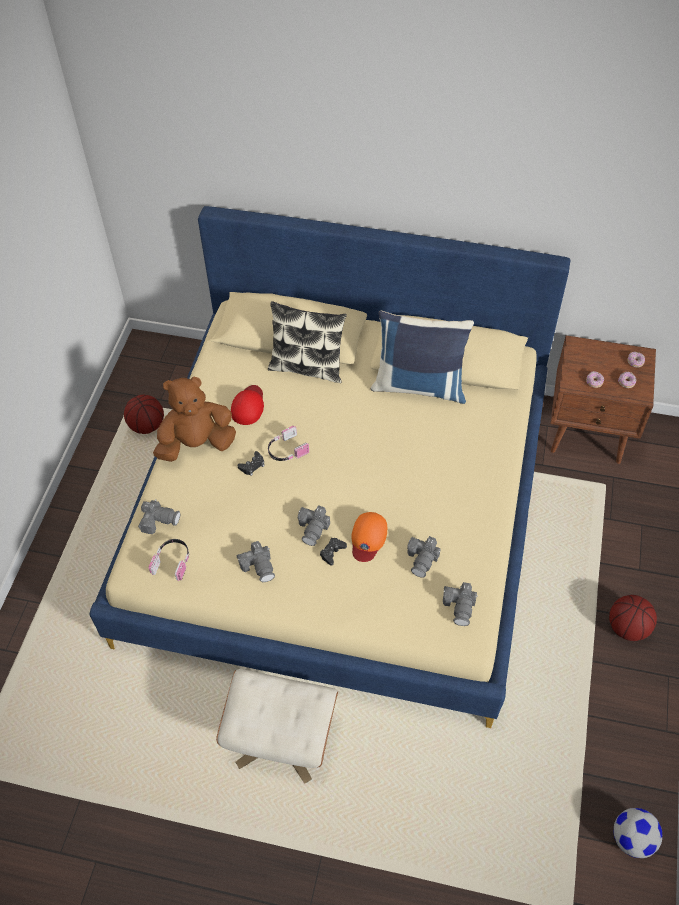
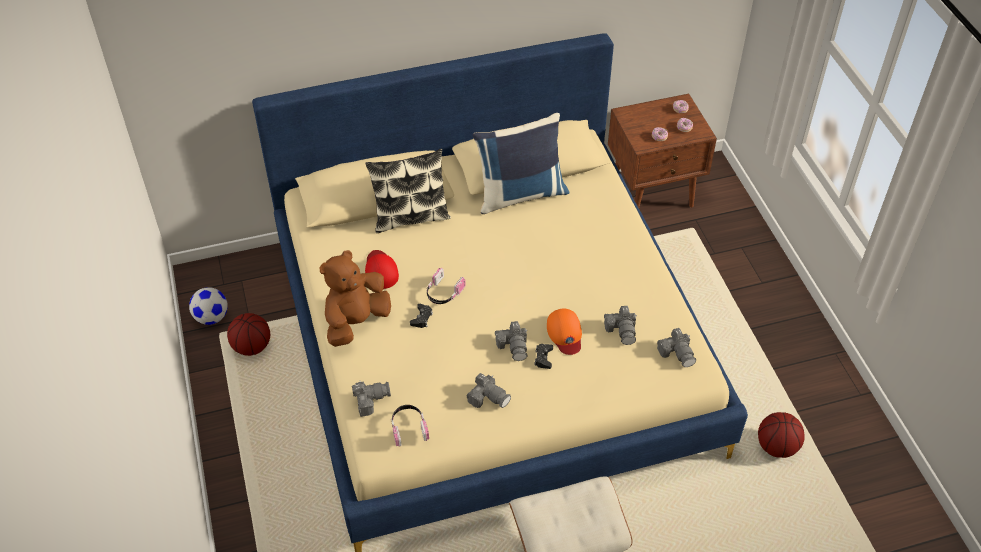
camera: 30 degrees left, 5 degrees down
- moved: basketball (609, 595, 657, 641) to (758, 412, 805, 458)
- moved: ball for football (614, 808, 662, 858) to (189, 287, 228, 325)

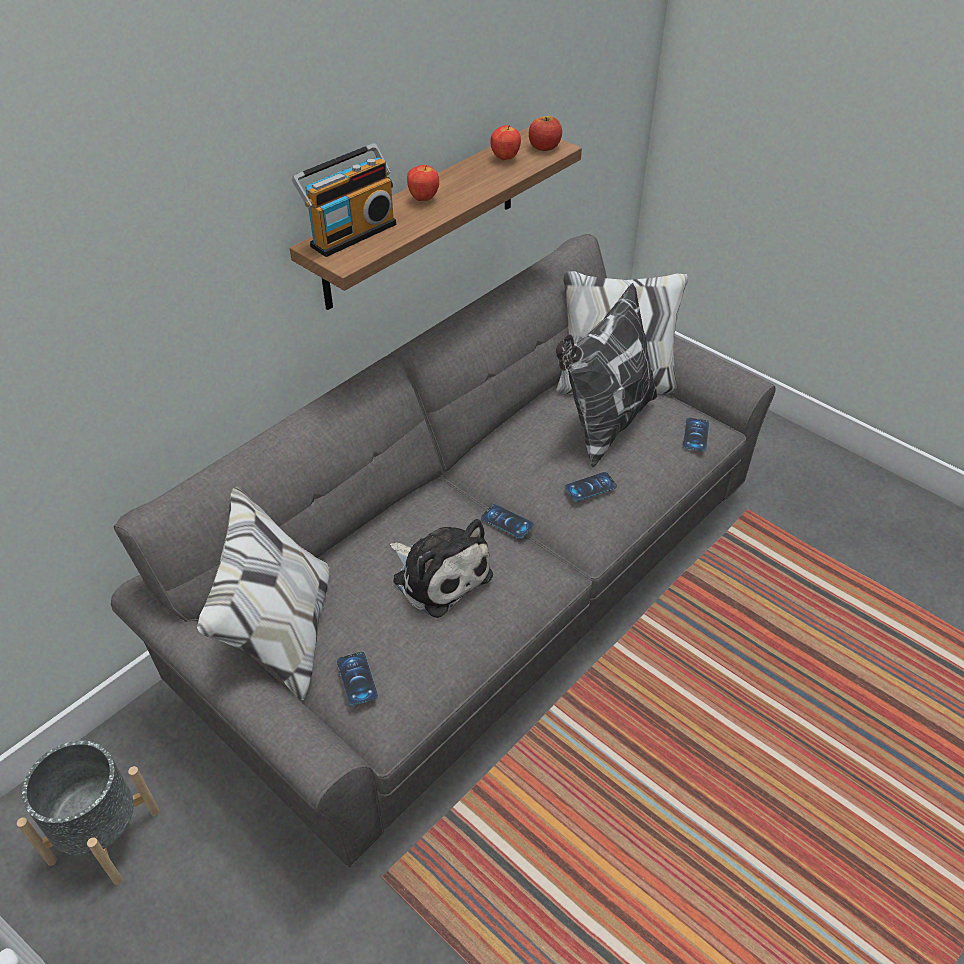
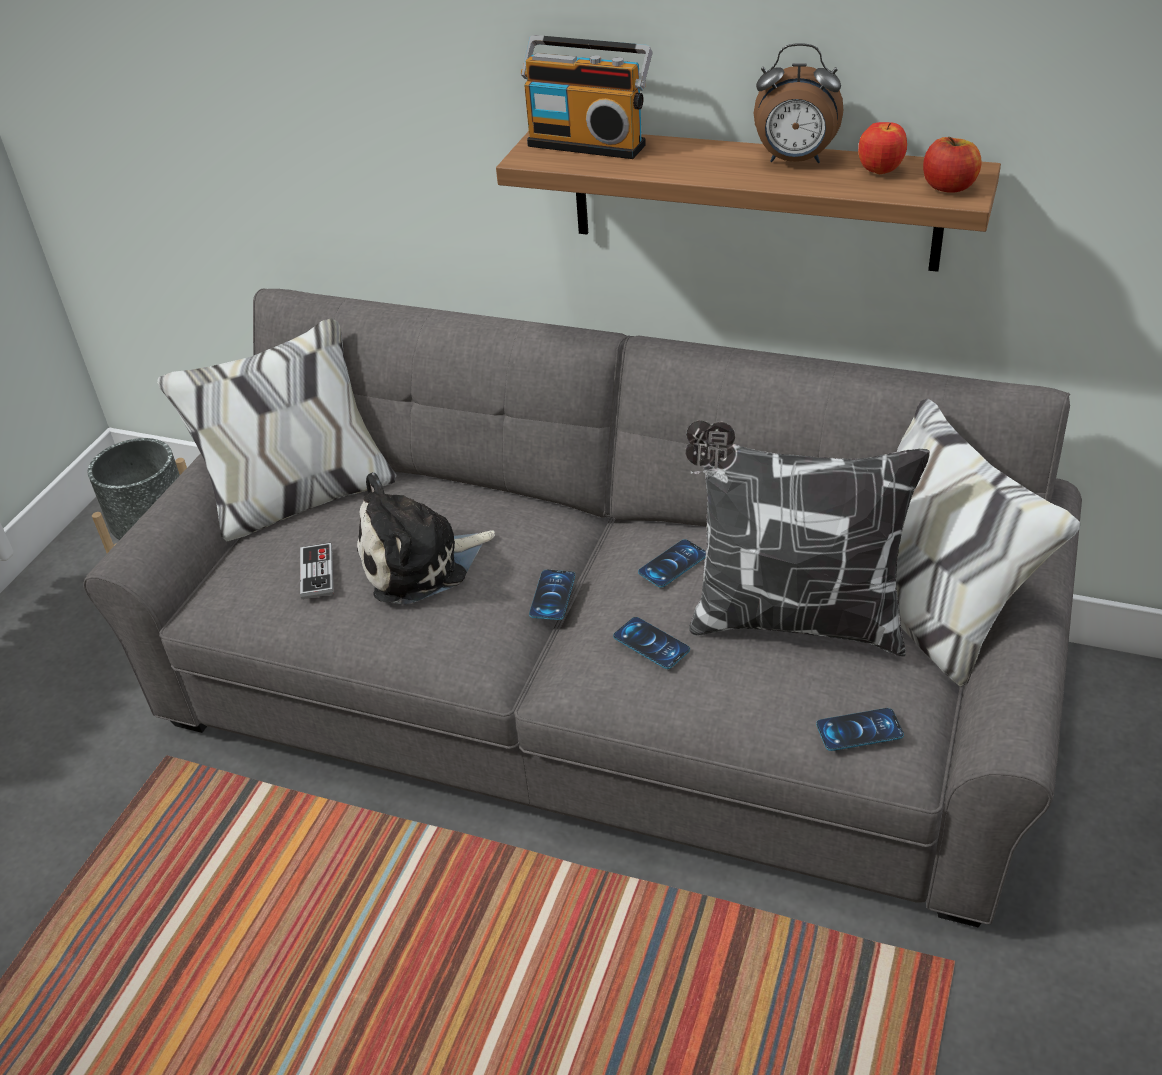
camera: 70 degrees right, 5 degrees down
- removed: apple fruit (407, 165, 439, 201)
- added: game controller (300, 543, 334, 599)
- added: alarm clock (754, 43, 843, 163)
- moved: handset (337, 652, 378, 706) to (638, 539, 706, 588)
- turned: soft toy (390, 519, 493, 618) = (357, 472, 495, 605) 45 degrees clockwise

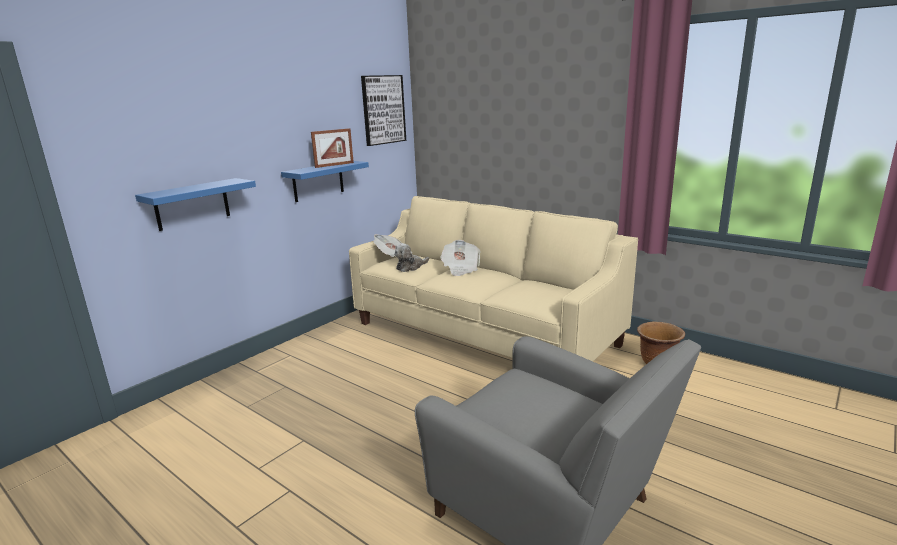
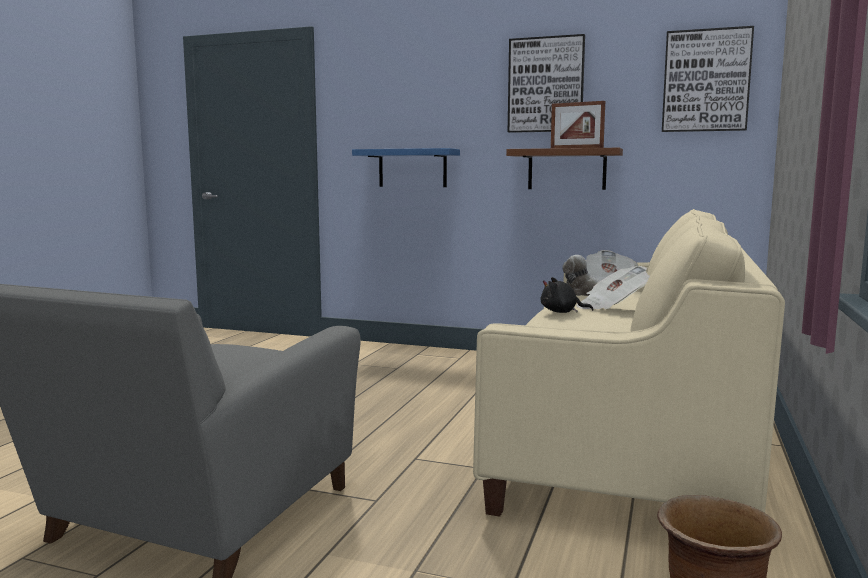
camera: 70 degrees right, 10 degrees down
- added: wall art (508, 34, 585, 133)
- added: blackish soft toy (541, 277, 593, 313)
- recoloured: bluish shelf (281, 161, 369, 202) to brown shelf (506, 148, 623, 190)

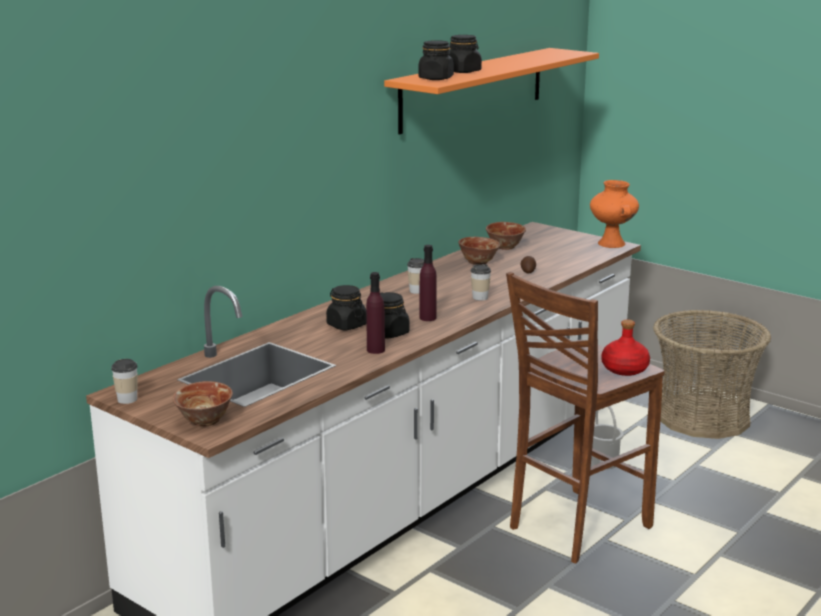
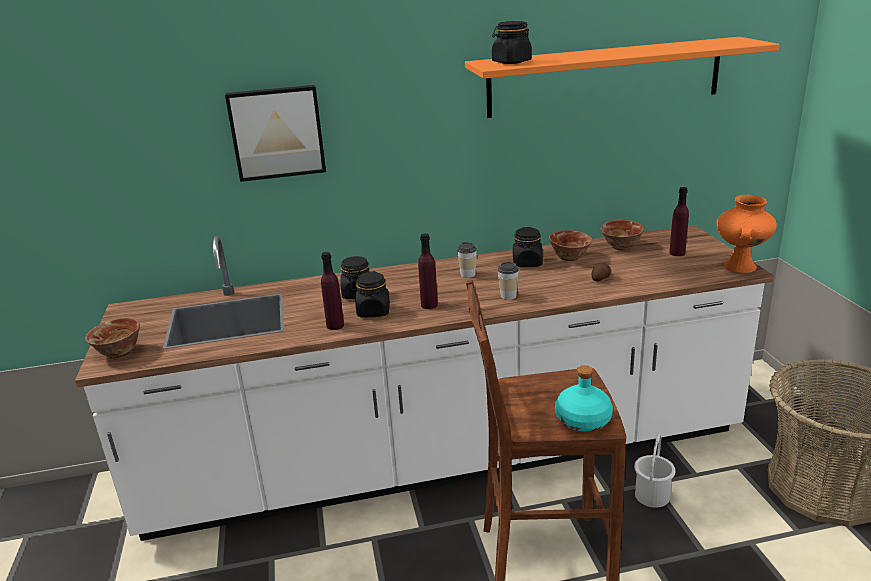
camera: 40 degrees right, 5 degrees up
- removed: drinking cup (111, 359, 138, 404)
- added: wall art (225, 85, 326, 182)
- added: purplish beverage bottle (669, 187, 689, 256)
- moved: blackish jar (449, 35, 482, 73) to (513, 227, 543, 267)
- recoloured: red beverage bottle (602, 320, 650, 376) to blue-green beverage bottle (555, 365, 613, 432)

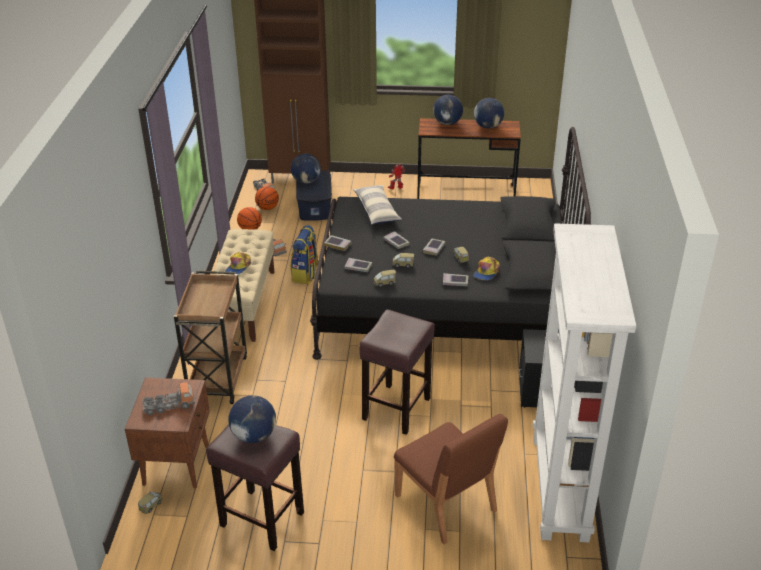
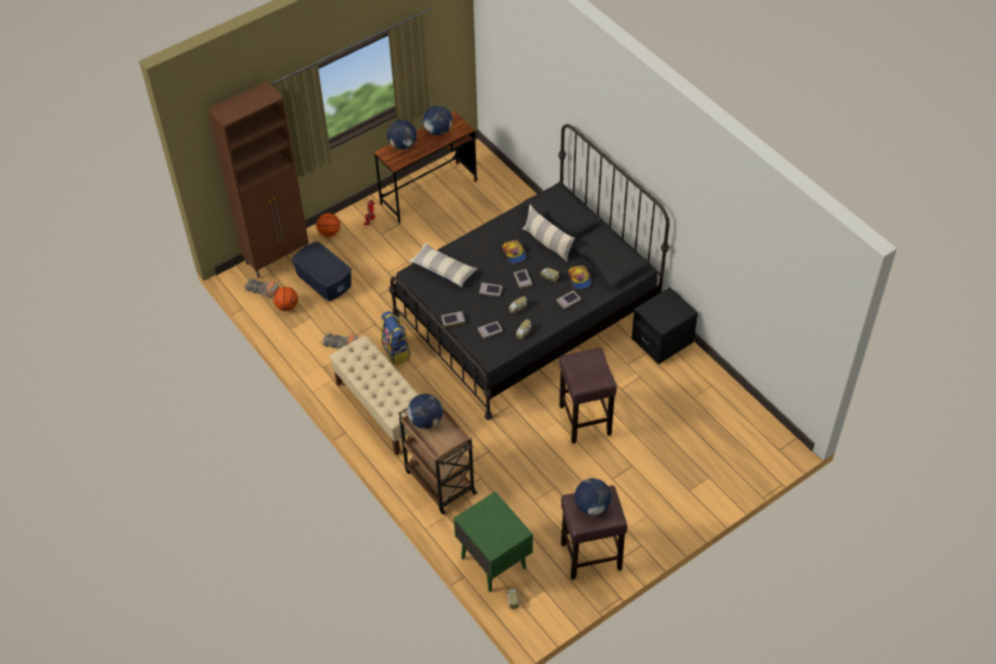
camera: 40 degrees left, 15 degrees up
- removed: toy lorry (142, 382, 195, 415)
- removed: brown upright chair (394, 414, 508, 545)
- removed: whitish bookshelf (533, 223, 636, 542)
- added: pillow (523, 204, 575, 262)
- moved: cap (225, 252, 251, 274) to (502, 240, 526, 263)
- moved: basketball (237, 207, 262, 230) to (316, 213, 340, 237)
- moved: world globe (291, 154, 321, 184) to (408, 394, 443, 429)
- recoloured: brown bedside table (125, 377, 210, 488) to greenish bedside table (454, 491, 533, 592)

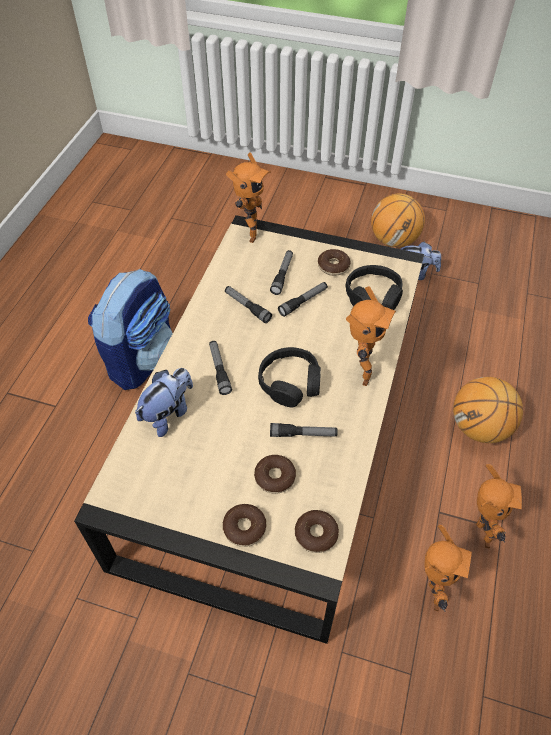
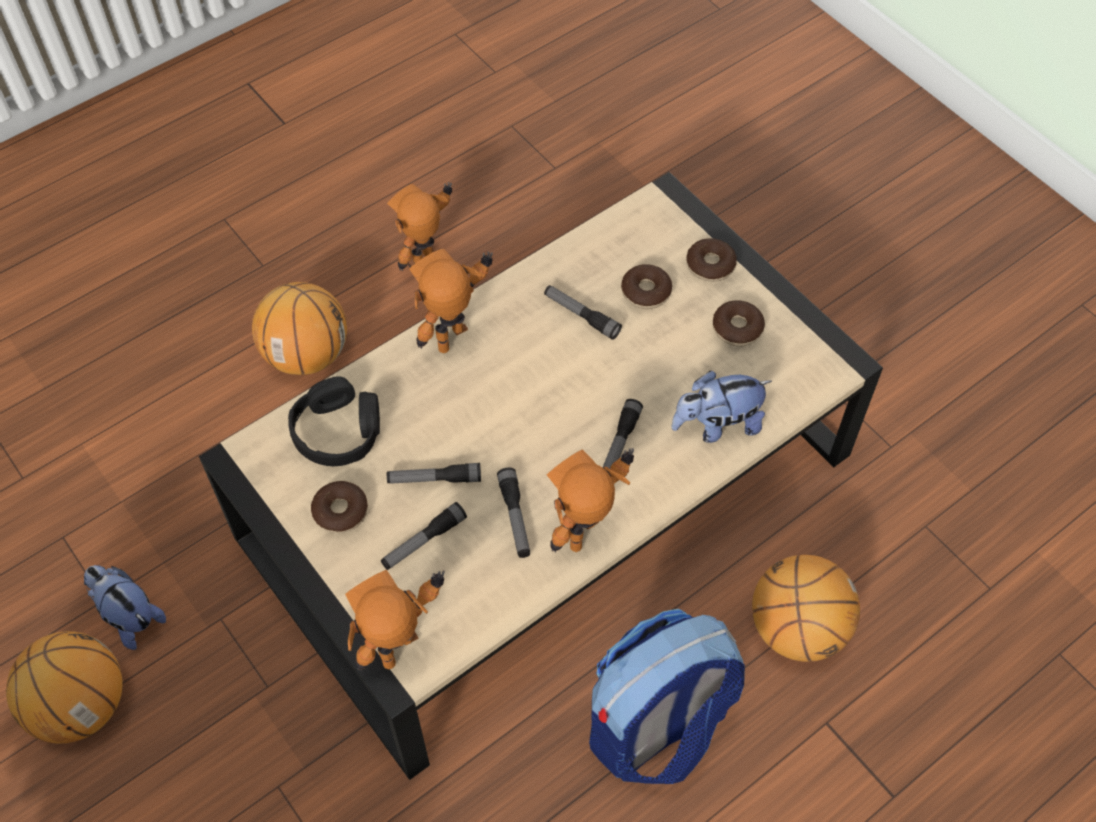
camera: 145 degrees left, 5 degrees up
- removed: blackish pair of headphones (258, 347, 321, 407)
- added: basketball (752, 555, 860, 662)
- moved: donut (295, 510, 339, 553) to (713, 300, 765, 347)
- moved: robot figure (424, 525, 472, 611) to (547, 448, 634, 553)

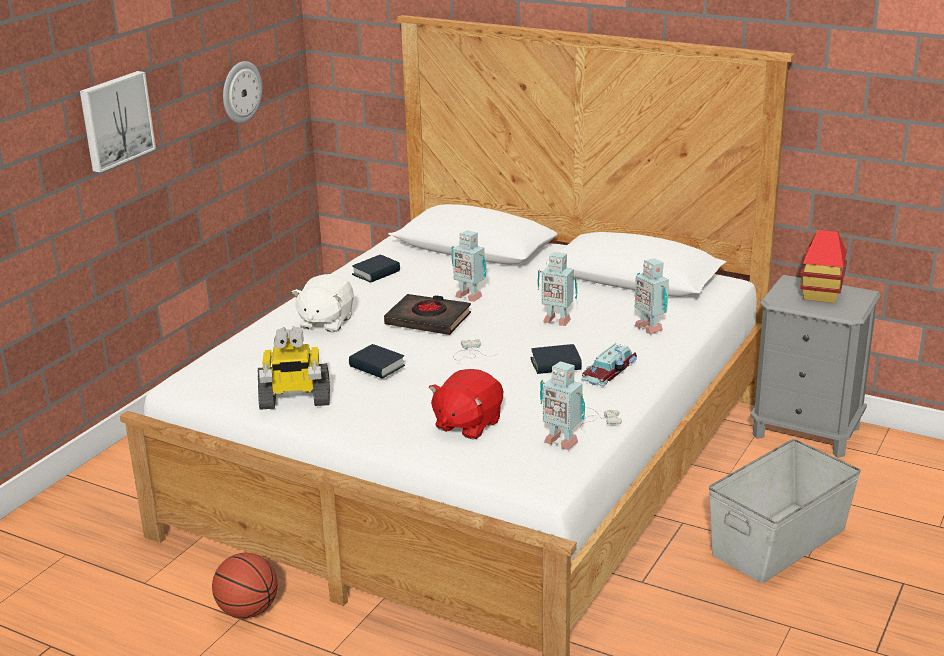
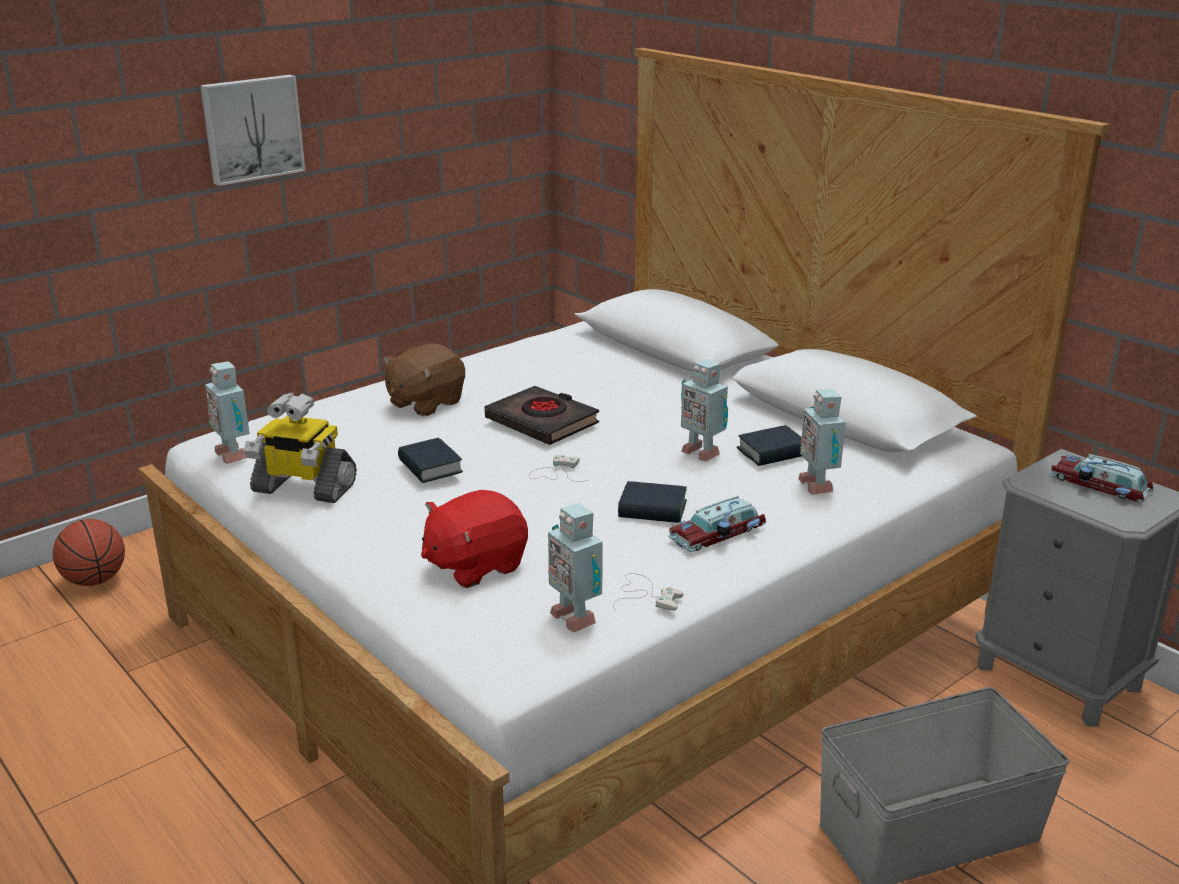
camera: 20 degrees right, 0 degrees up
- removed: hanging clock (223, 61, 262, 123)
- moved: basketball (212, 553, 278, 619) to (53, 519, 125, 586)
- moved: volume (352, 254, 400, 283) to (736, 425, 802, 466)
- moved: robot figure (451, 230, 487, 302) to (205, 361, 250, 464)
- replaced: model house (800, 230, 847, 303) to model car (1050, 454, 1154, 503)
- recoloured: whitish soft toy (291, 274, 354, 332) to brown soft toy (383, 343, 465, 416)

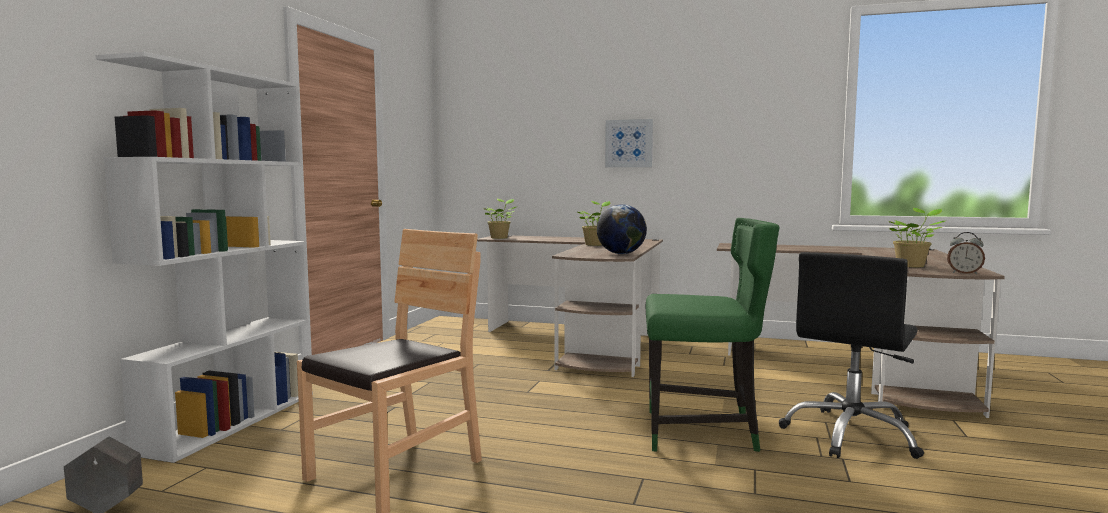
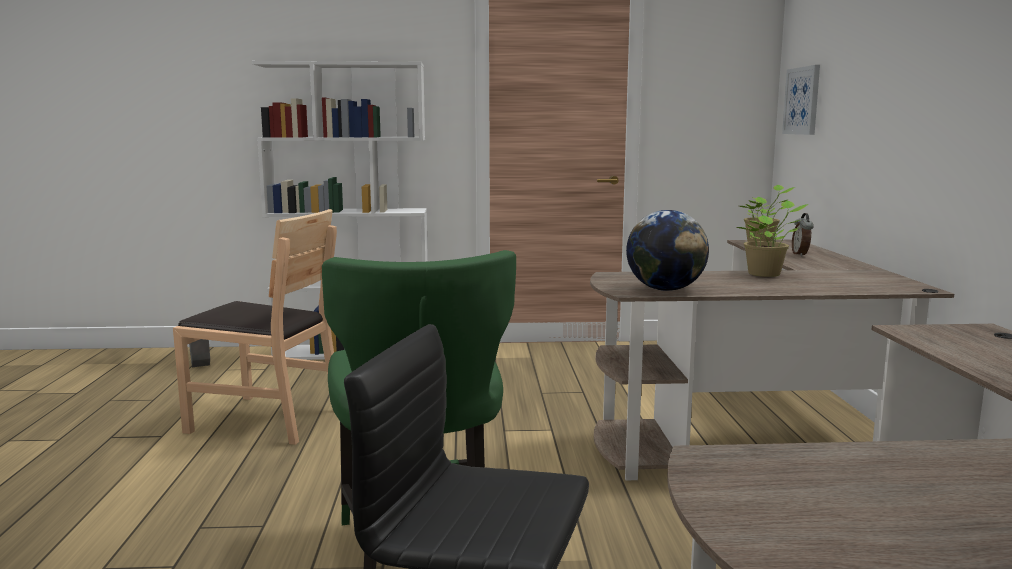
camera: 70 degrees right, 5 degrees up
- removed: potted plant (888, 208, 945, 267)
- moved: wall art (605, 119, 653, 167) to (782, 65, 820, 135)
- moved: alarm clock (947, 232, 985, 274) to (792, 213, 814, 257)

